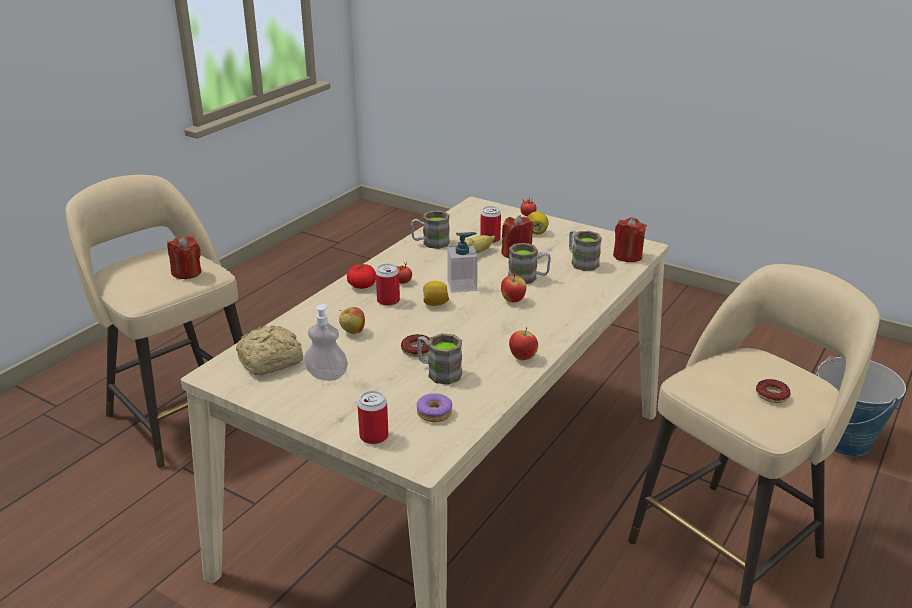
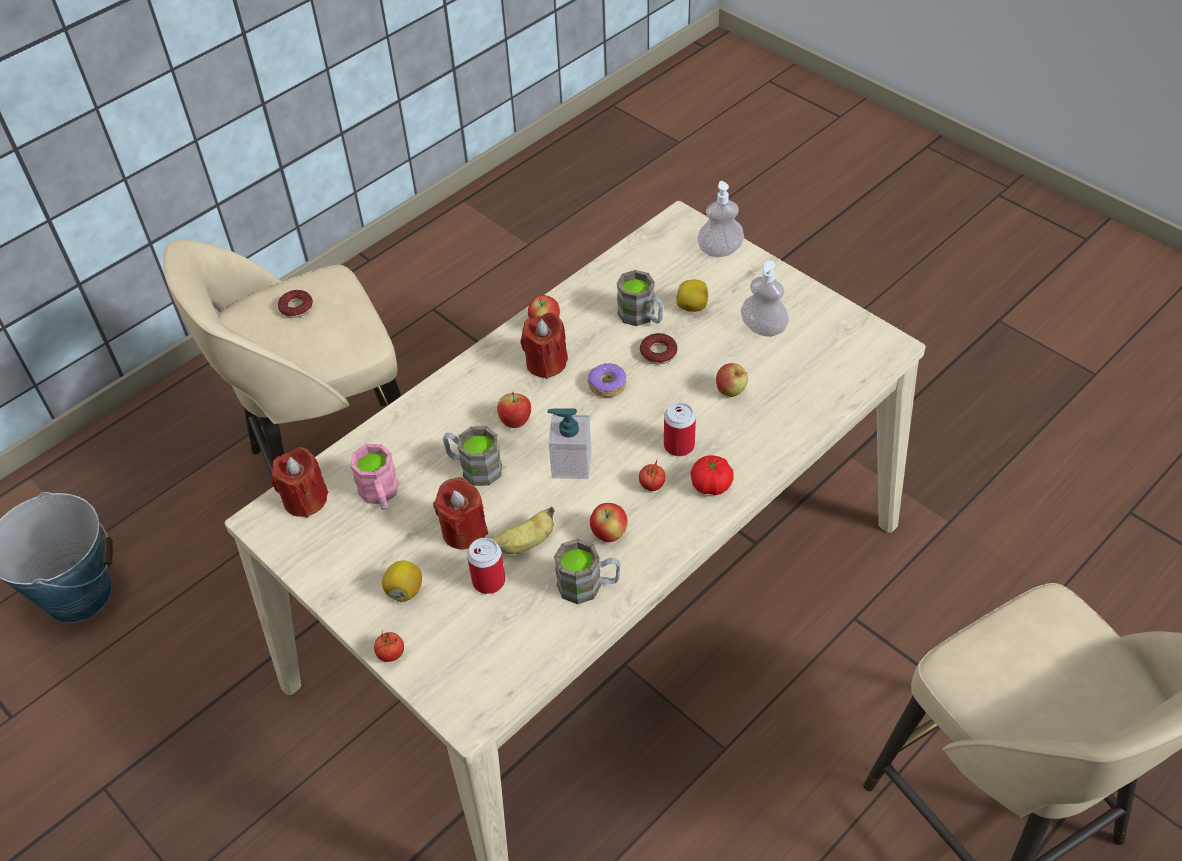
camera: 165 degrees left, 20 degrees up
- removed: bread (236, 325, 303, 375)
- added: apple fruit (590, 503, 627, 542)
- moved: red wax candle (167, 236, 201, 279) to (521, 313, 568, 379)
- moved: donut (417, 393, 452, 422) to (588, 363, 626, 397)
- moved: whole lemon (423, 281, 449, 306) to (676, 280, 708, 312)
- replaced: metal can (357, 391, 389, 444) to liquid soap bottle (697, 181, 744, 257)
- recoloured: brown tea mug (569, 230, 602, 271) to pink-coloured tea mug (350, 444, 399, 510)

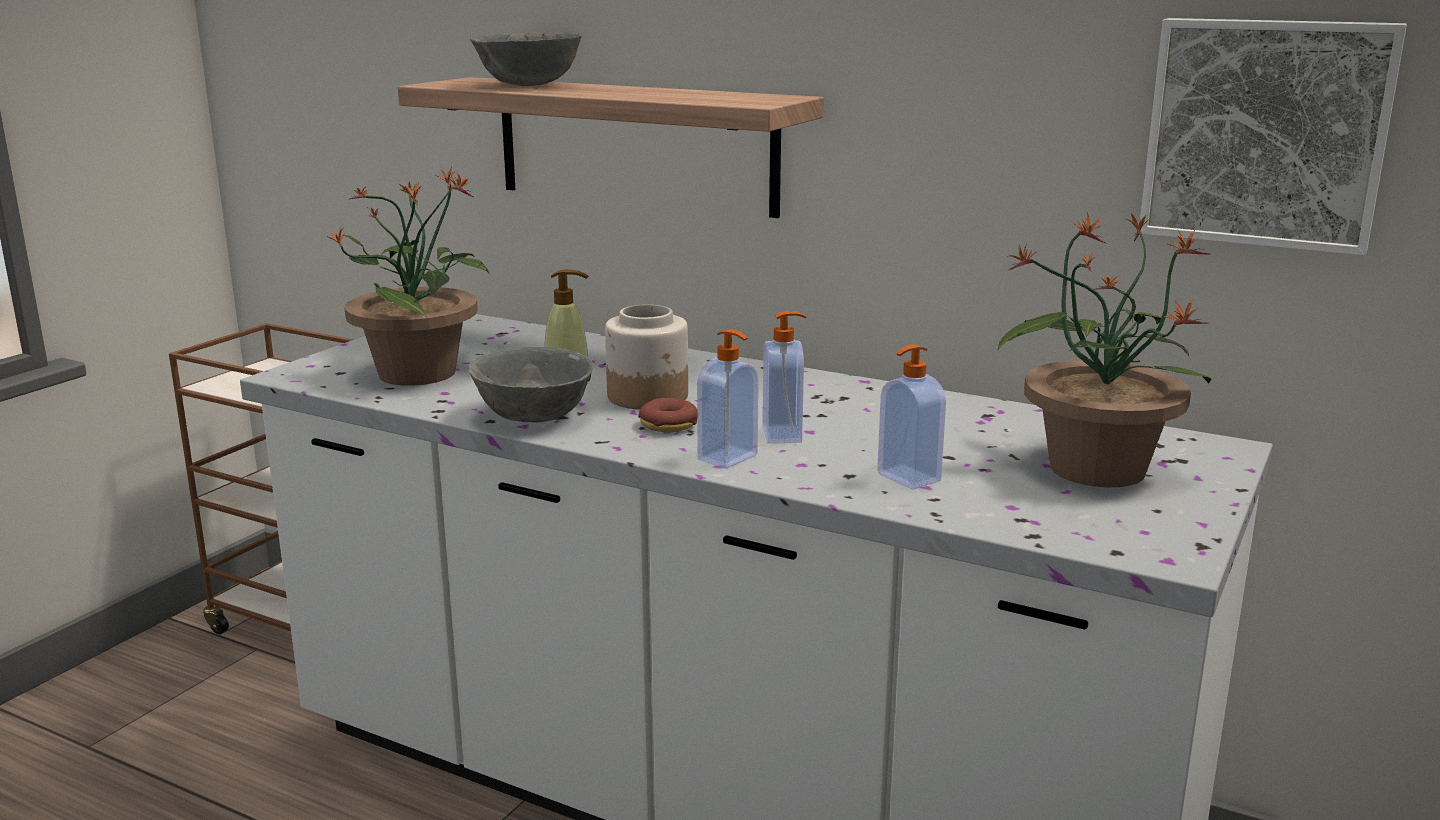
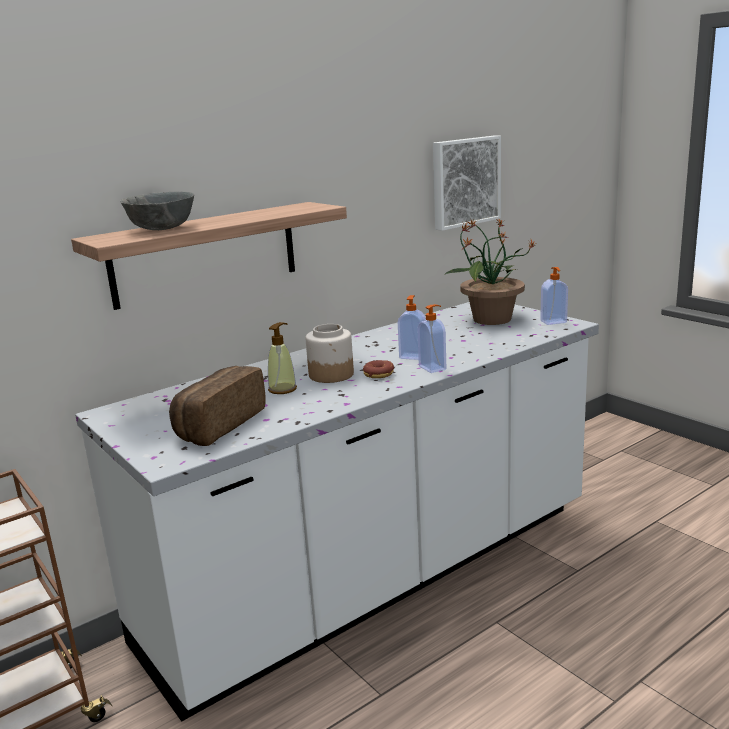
camera: 65 degrees left, 0 degrees up
- removed: gray deep dish (469, 347, 594, 423)
- moved: liquid soap bottle (877, 345, 946, 490) to (540, 267, 568, 325)
- replaced: potted plant (326, 167, 490, 386) to bread (169, 366, 266, 446)

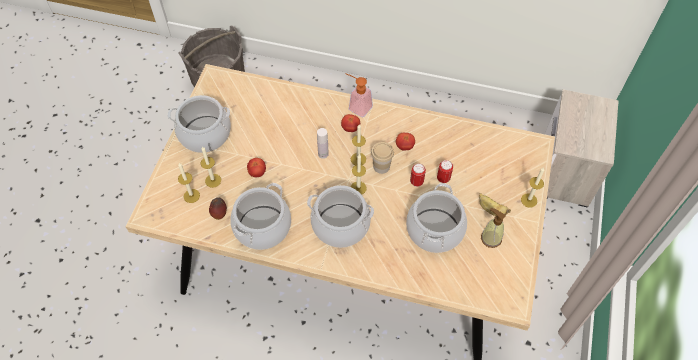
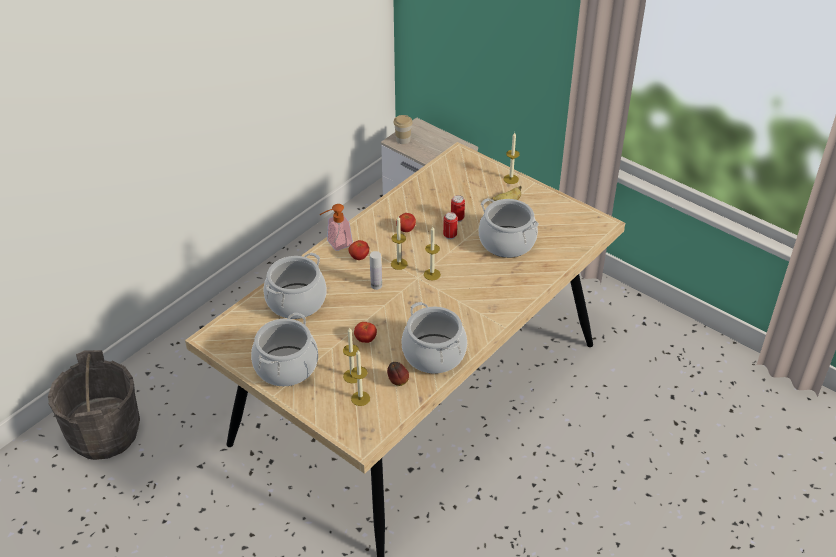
camera: 65 degrees left, 15 degrees down
- removed: liquid soap bottle (481, 208, 505, 248)
- moved: saucepot (307, 185, 374, 248) to (264, 253, 327, 319)
- moved: drinking cup (371, 142, 394, 174) to (393, 115, 413, 144)

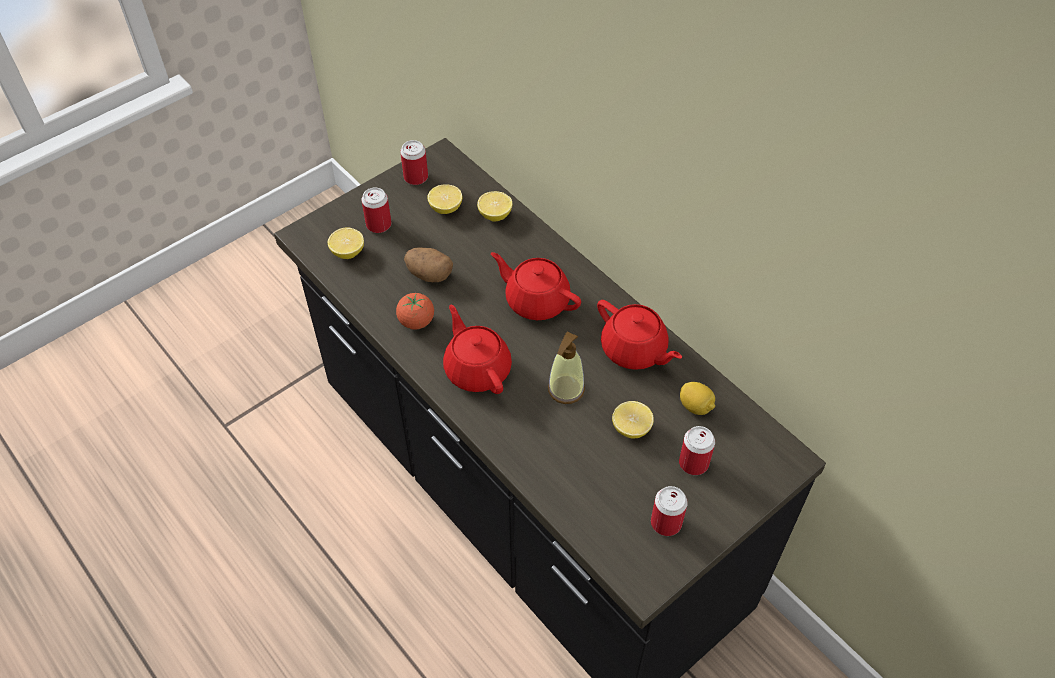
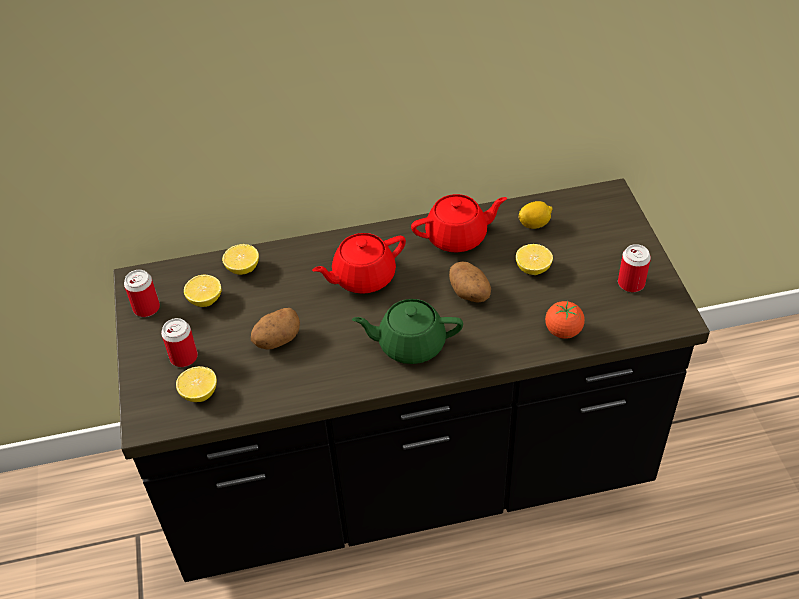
camera: 60 degrees left, 5 degrees down
- removed: metal can (679, 426, 715, 475)
- moved: whole tomato (396, 293, 434, 330) to (545, 301, 585, 339)
- replaced: liquid soap bottle (548, 332, 585, 404) to potato (449, 262, 491, 303)
- recoloured: red tea pot (443, 305, 512, 394) to greenish tea pot (352, 299, 463, 364)

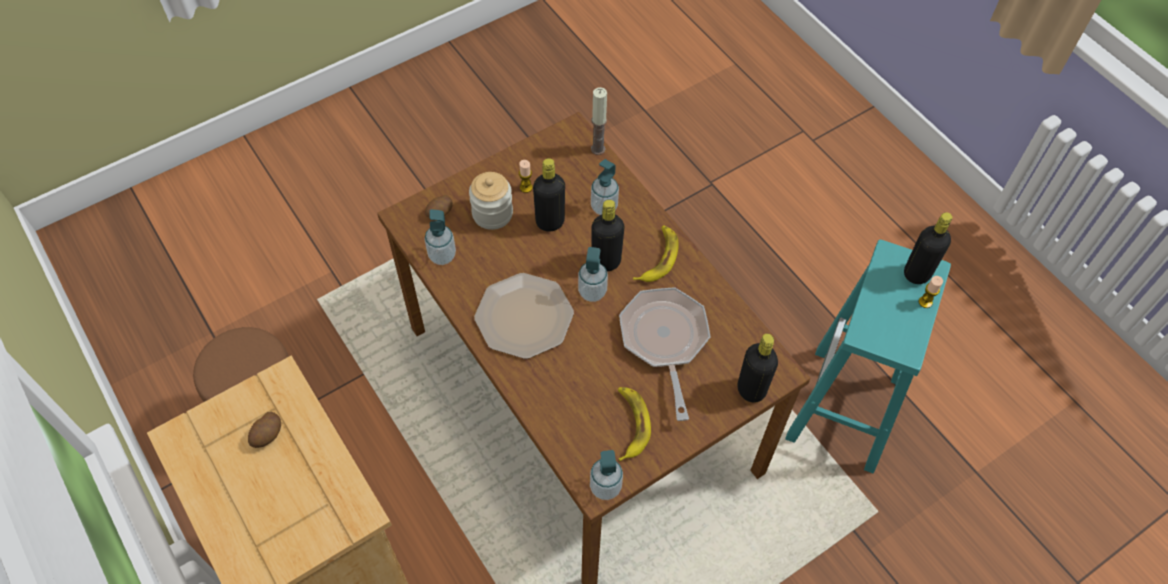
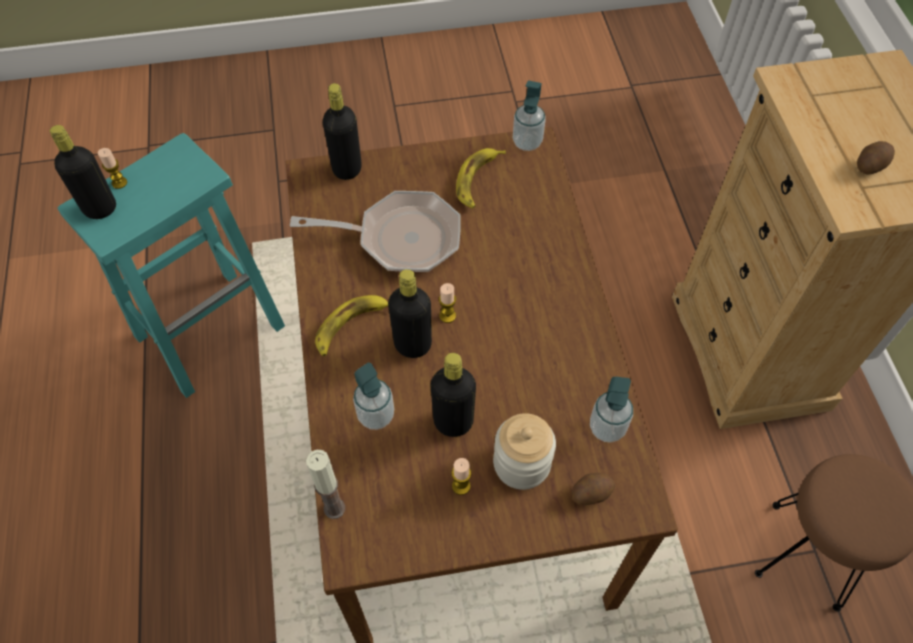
camera: 155 degrees left, 0 degrees up
- removed: flat dish (474, 273, 574, 359)
- replaced: liquid soap bottle (578, 247, 608, 302) to wax candle (439, 283, 456, 323)
- turned: frying pan (619, 287, 711, 421) = (290, 191, 461, 272) 105 degrees counterclockwise

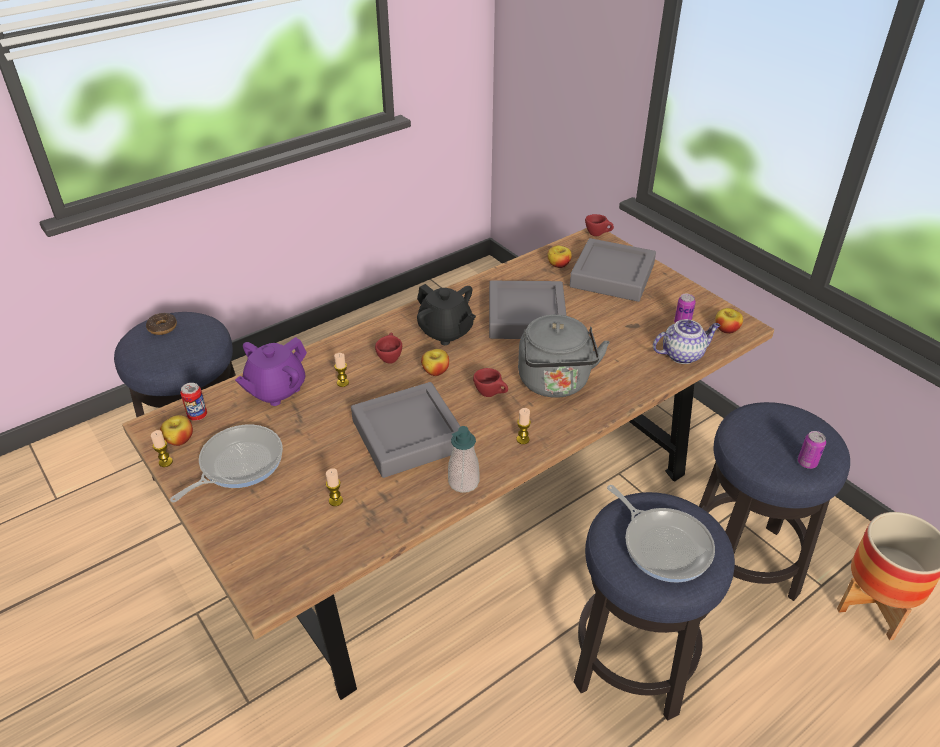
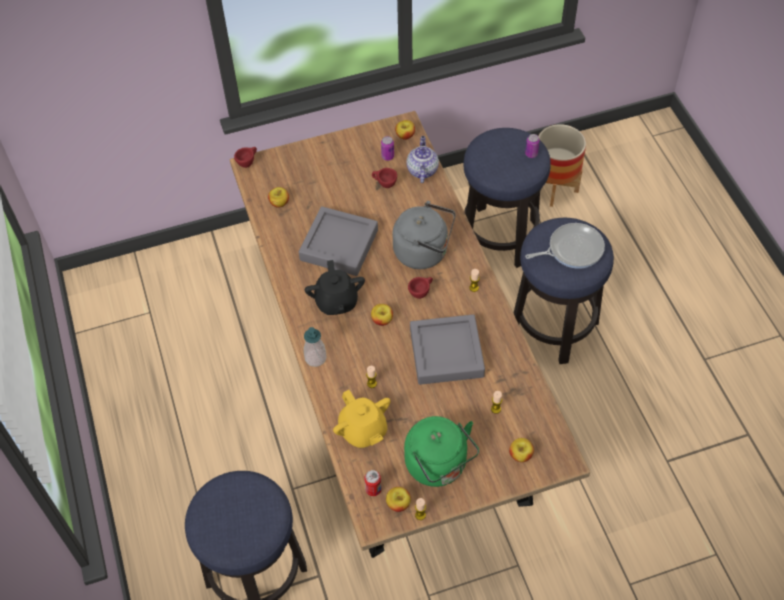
camera: 70 degrees left, 15 degrees up
- removed: donut (146, 313, 177, 335)
- removed: gray carrying tray (570, 238, 656, 302)
- added: apple fruit (509, 438, 534, 462)
- moved: red drinking cup (375, 333, 402, 364) to (372, 168, 397, 188)
- moved: liquid soap bottle (448, 426, 480, 493) to (304, 327, 327, 367)
- replaced: frying pan (170, 424, 283, 503) to greenish kettle (404, 416, 479, 487)
- recoloured: purplish tea pot (235, 337, 307, 406) to yellow-coloured tea pot (333, 390, 390, 448)
- turned: blackish tea pot (417, 284, 476, 345) = (305, 260, 365, 315) 105 degrees clockwise

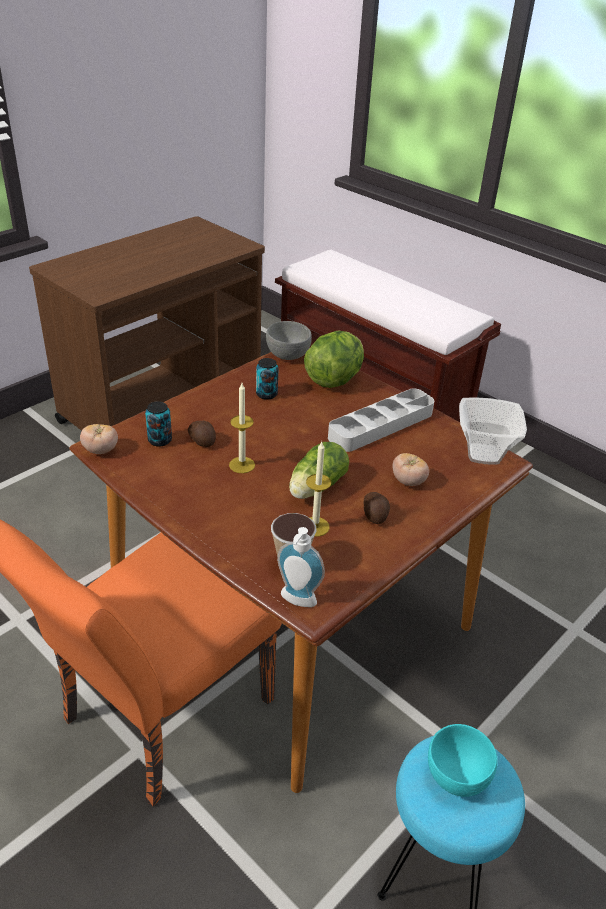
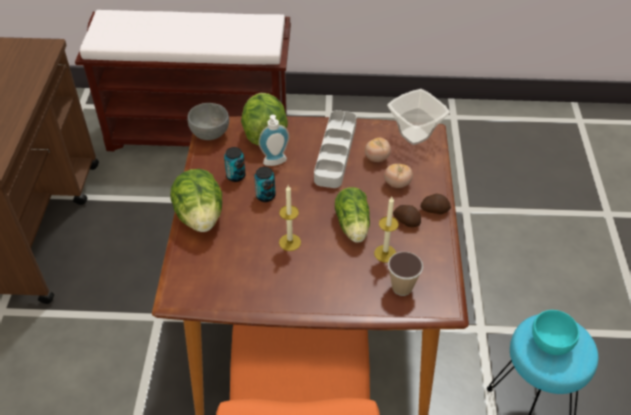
camera: 40 degrees left, 10 degrees up
- added: head of lettuce (170, 169, 222, 232)
- moved: whole tomato (80, 424, 118, 454) to (365, 138, 391, 162)
- moved: metal can (145, 401, 172, 447) to (254, 167, 276, 202)
- moved: potato (188, 421, 216, 447) to (420, 194, 451, 214)
- moved: liquid soap bottle (277, 527, 325, 607) to (258, 115, 289, 166)

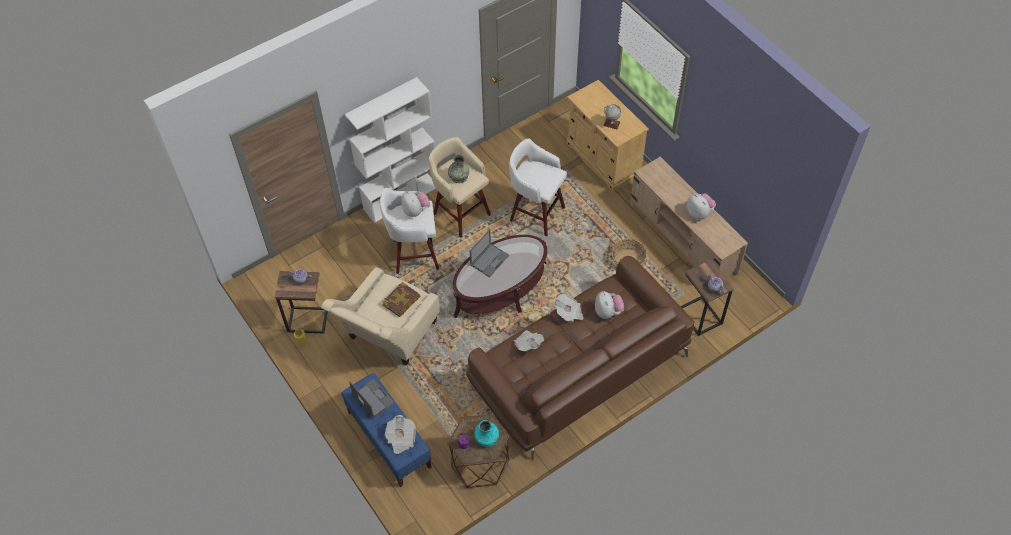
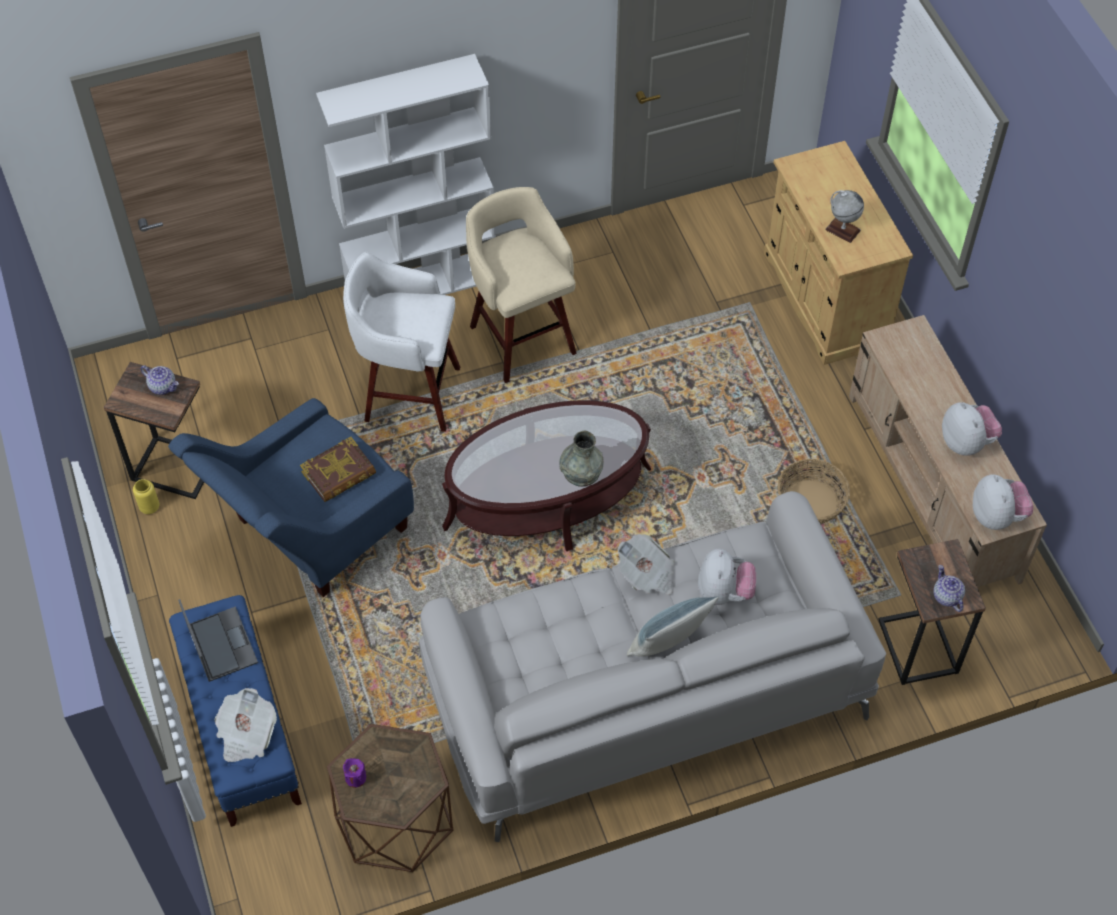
camera: 15 degrees right, 0 degrees up
- removed: portable computer (470, 229, 509, 277)
- removed: blue-green flower vase (474, 420, 499, 447)
- removed: whitish sitting stool (509, 138, 567, 237)
- removed: newspaper (514, 330, 544, 351)
- added: pillow (627, 596, 719, 657)
- moved: soft toy (401, 191, 430, 217) to (973, 474, 1033, 530)
- moved: gray flower vase (448, 155, 469, 183) to (559, 431, 604, 486)
- recoloured: beige-coloured easy chair (321, 267, 440, 365) to bluish easy chair (168, 398, 414, 597)
- recoloured: brown settee (466, 256, 694, 460) to gray settee (419, 491, 886, 842)

